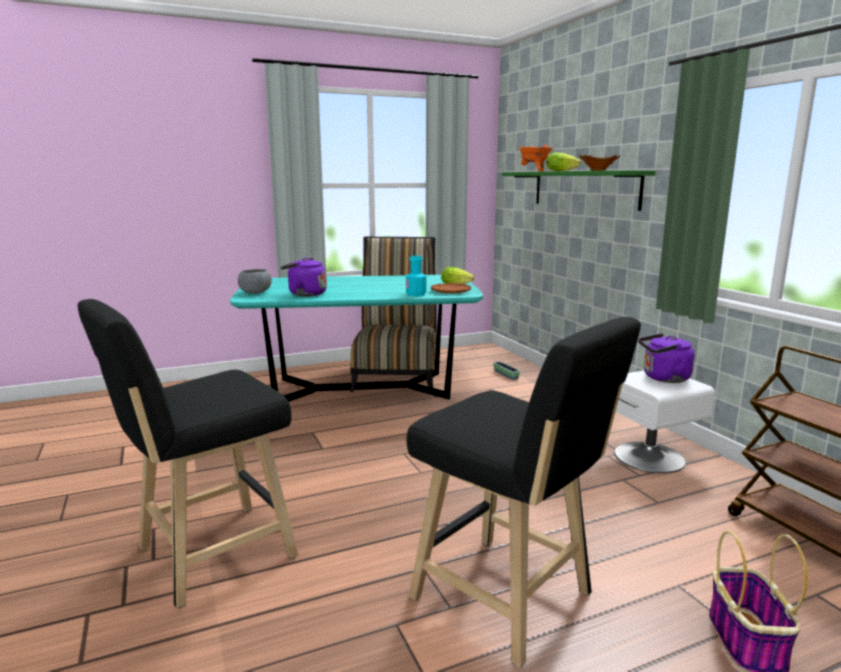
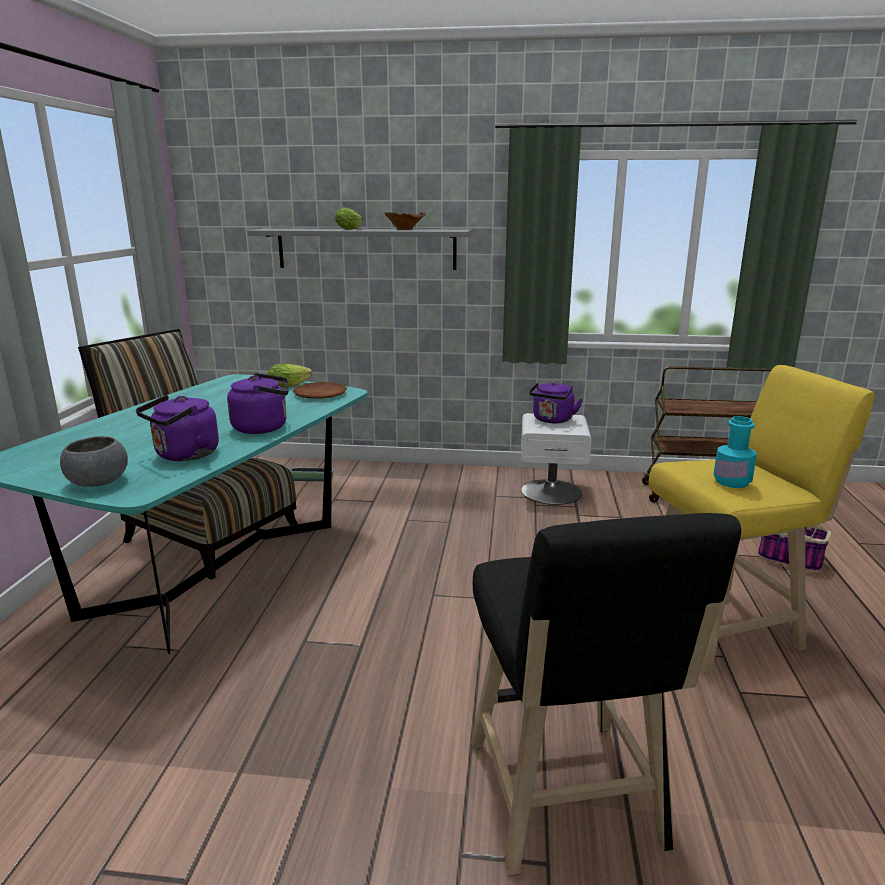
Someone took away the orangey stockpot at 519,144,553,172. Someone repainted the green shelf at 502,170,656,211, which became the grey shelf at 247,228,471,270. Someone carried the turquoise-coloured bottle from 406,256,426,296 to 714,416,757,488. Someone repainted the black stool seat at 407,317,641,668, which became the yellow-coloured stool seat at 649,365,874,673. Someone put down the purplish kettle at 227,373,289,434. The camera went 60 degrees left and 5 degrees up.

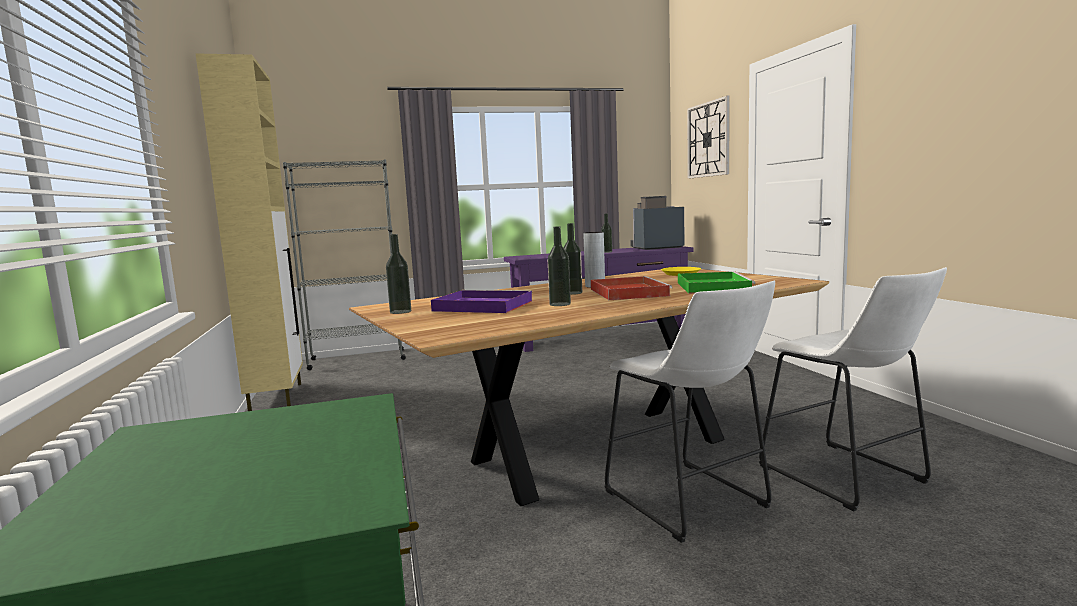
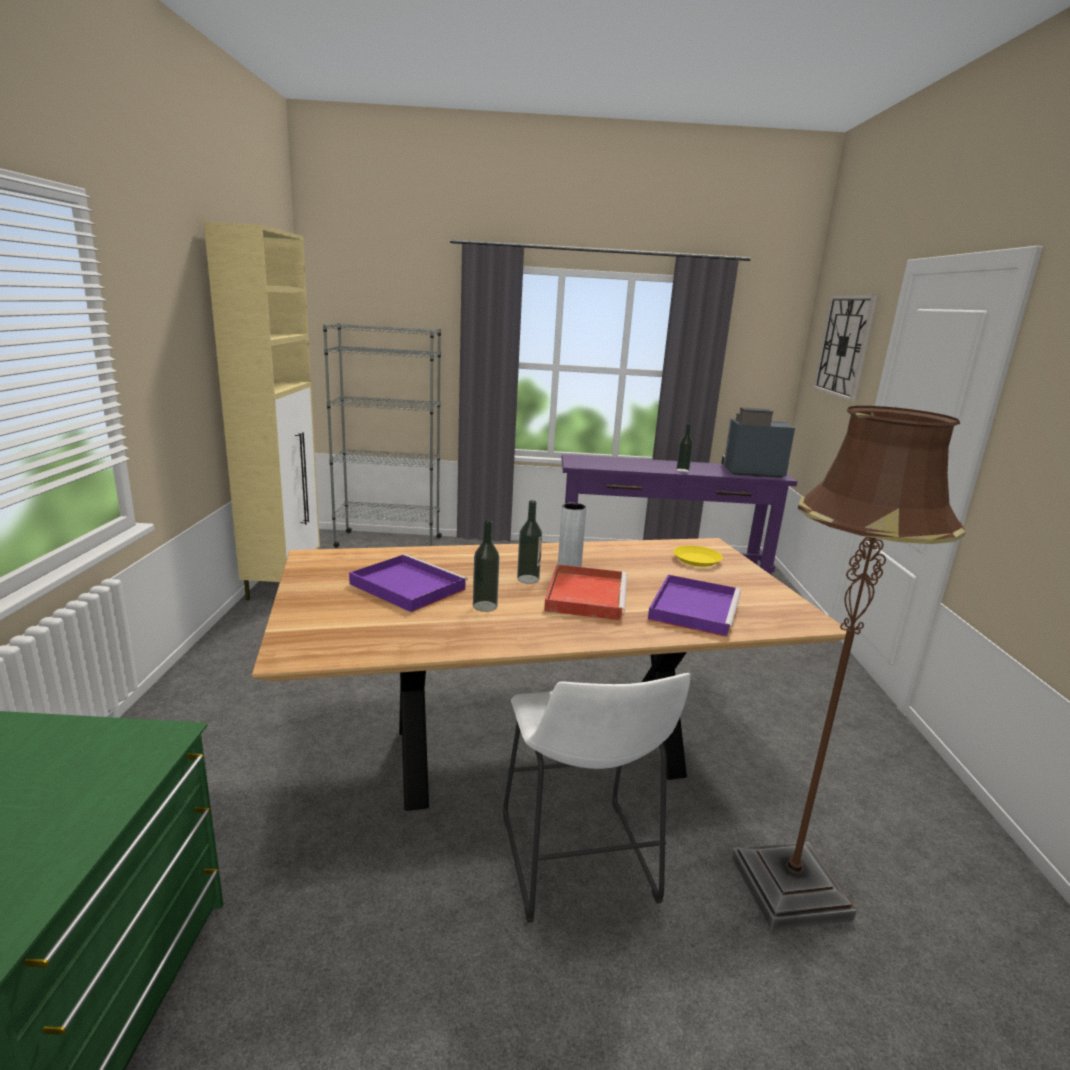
Someone took away the bottle at 386,234,411,314. Someone swapped the whitish stool seat at 759,267,947,512 for the brown standing lamp at 731,406,966,930. Someone repainted the green serving tray at 678,271,755,294, which became the purplish serving tray at 648,575,741,637. The camera went 15 degrees right and 10 degrees up.

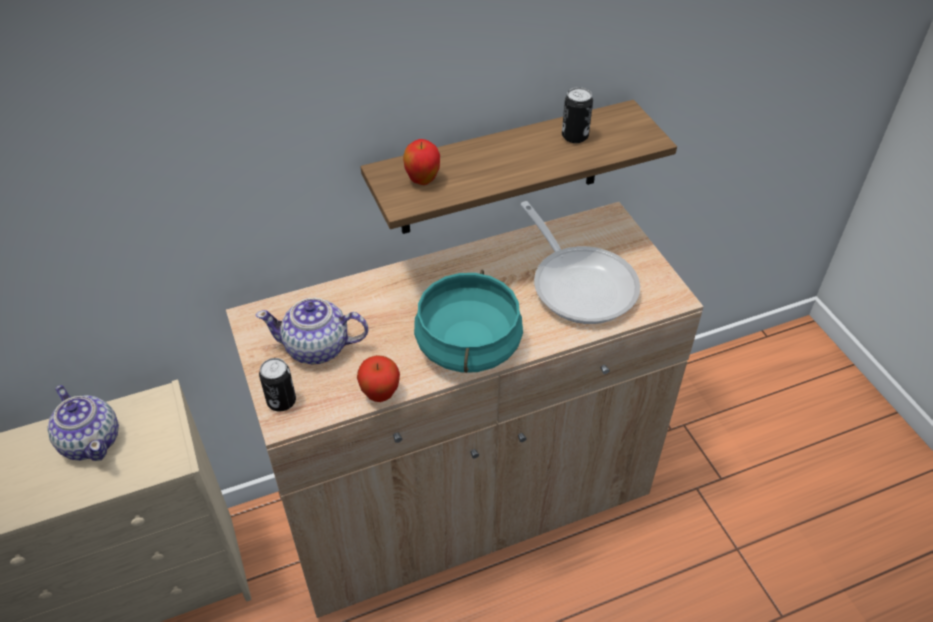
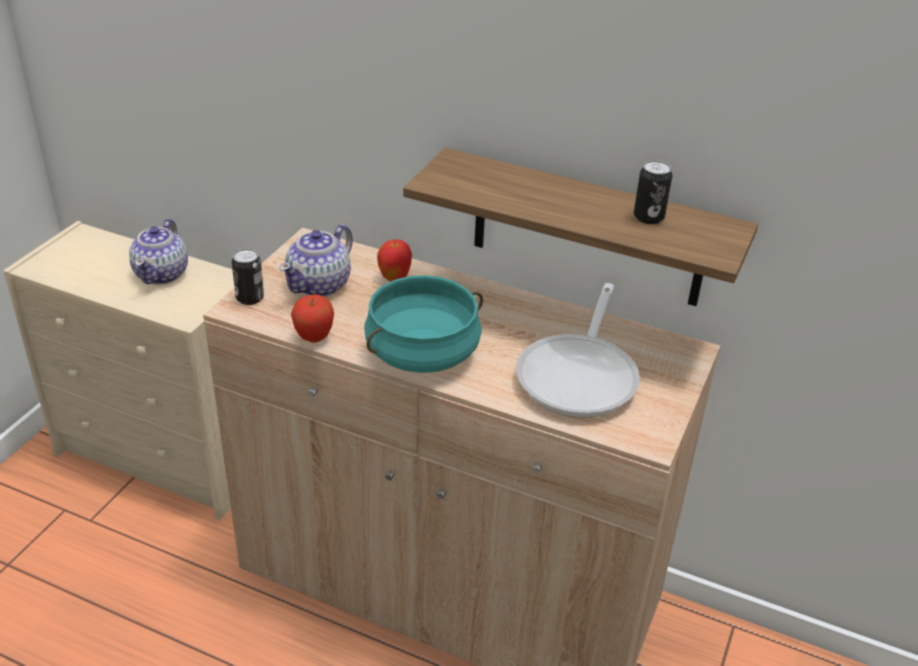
Someone carried the apple from 403,139,440,185 to 377,239,412,282. Someone rotated the tea pot at 256,298,368,364 by 105 degrees counterclockwise. The camera went 45 degrees right and 10 degrees down.

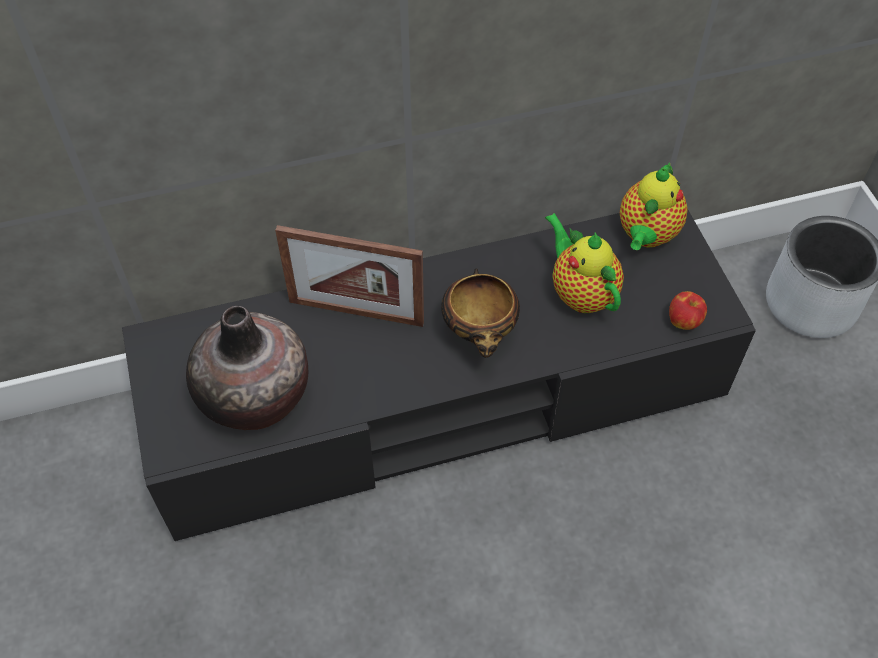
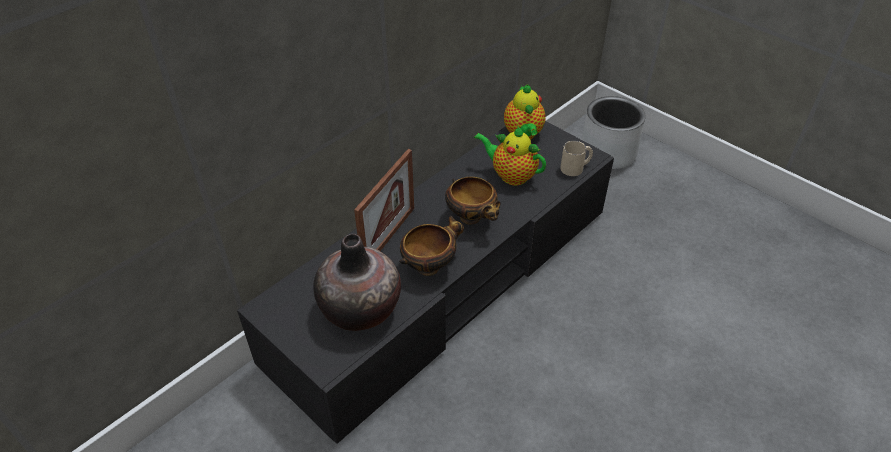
Someone rotated the photo frame at 275,225,424,327 by 45 degrees counterclockwise. Someone swapped the apple at 669,291,707,330 for the sand-coloured tea mug at 560,141,593,176. Someone put down the serving bowl at 399,215,464,276. The camera went 30 degrees left and 10 degrees down.

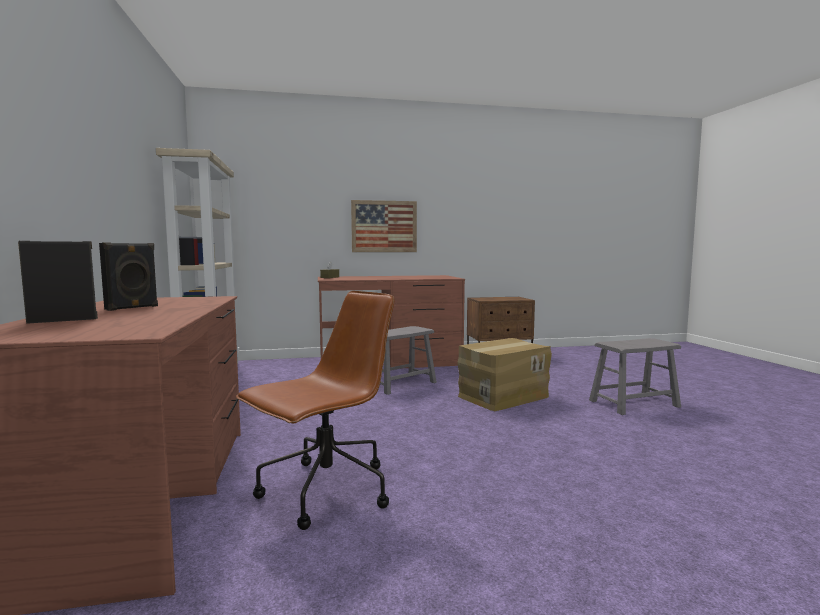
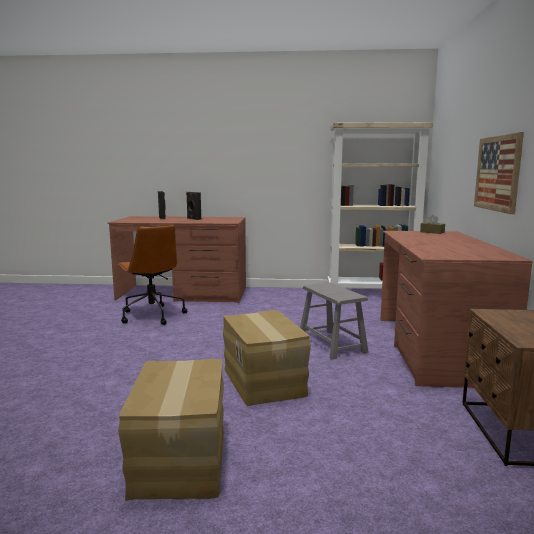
Someone swapped the grey stool seat at 589,338,681,415 for the carton at 118,359,224,501. The camera went 105 degrees right and 5 degrees up.

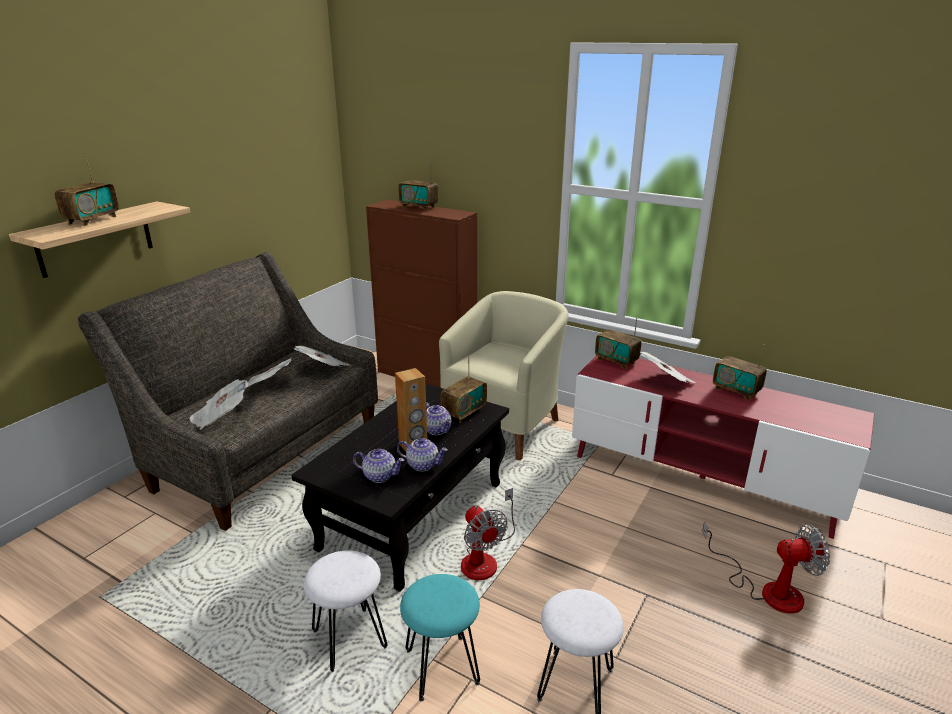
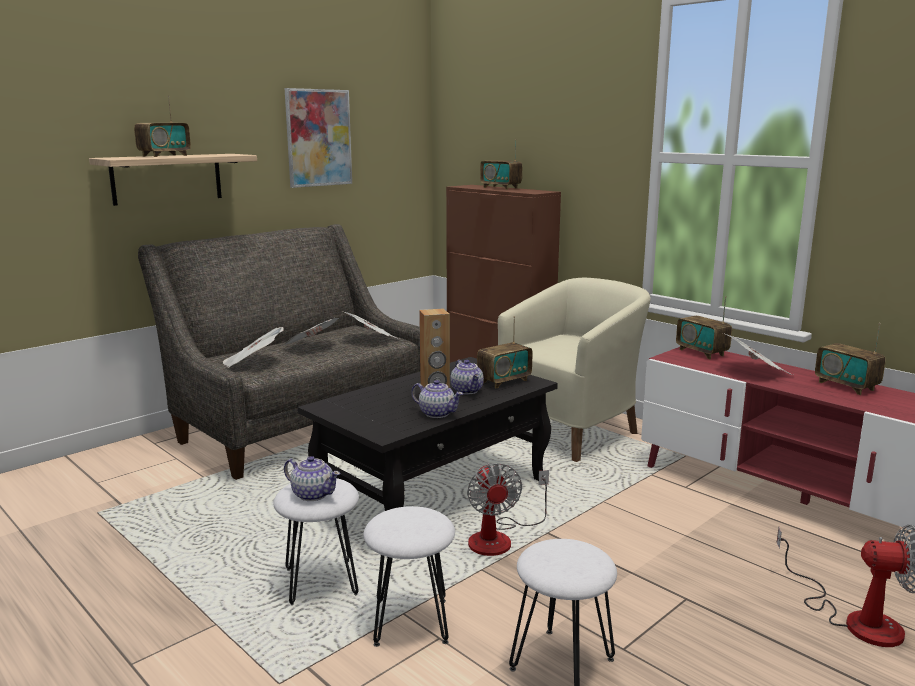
Someone carried the tea pot from 353,449,405,483 to 284,456,340,501. Someone repainted the turquoise-coloured stool seat at 400,574,480,702, which became the whitish stool seat at 363,506,455,647. Someone put up the picture at 284,88,352,188. The camera went 15 degrees right and 10 degrees down.

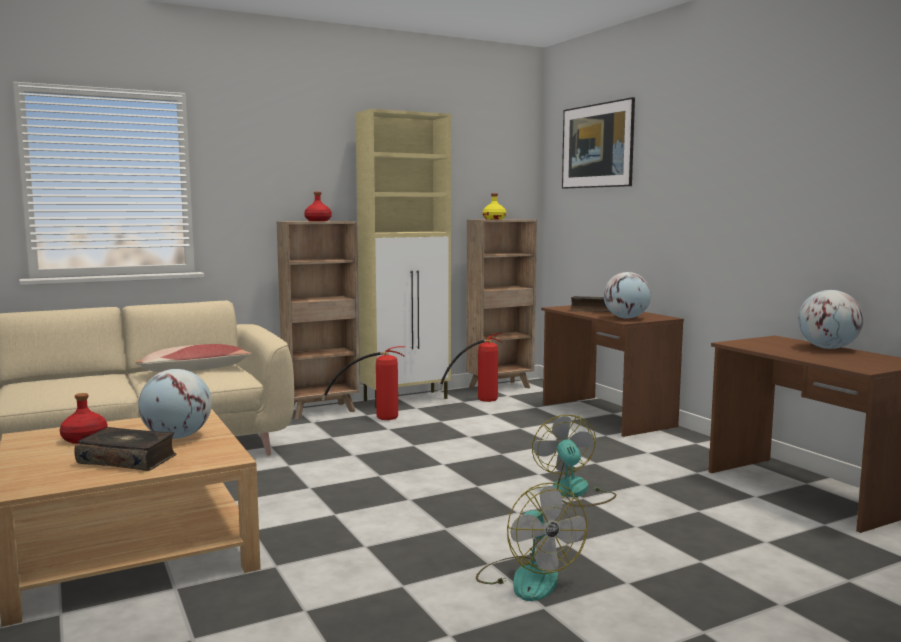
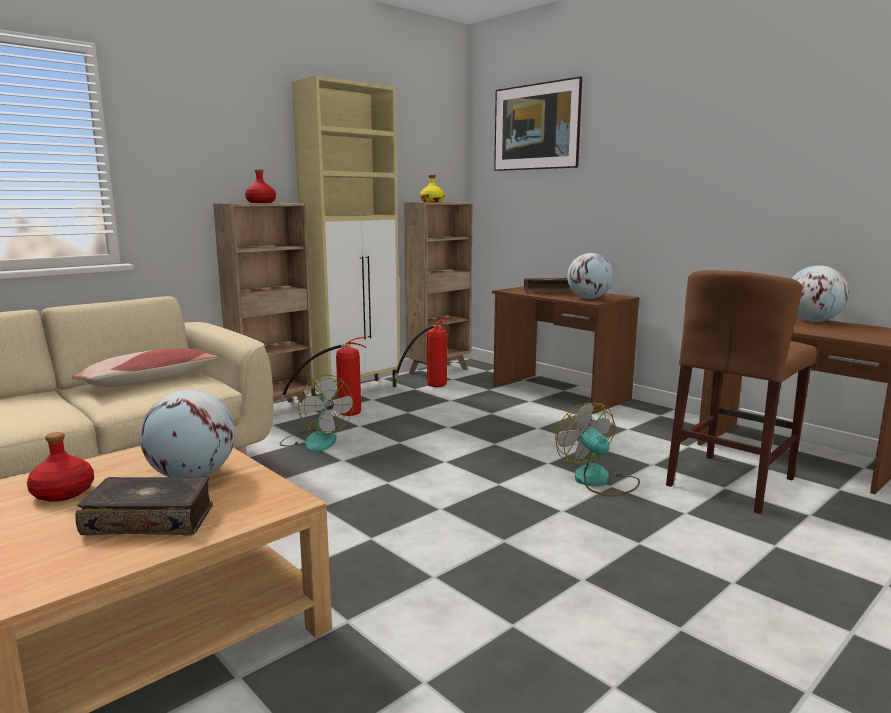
Someone carried the fan from 476,483,587,601 to 280,375,353,452. Someone put down the brown stool seat at 666,270,817,514. The camera went 15 degrees left and 5 degrees up.

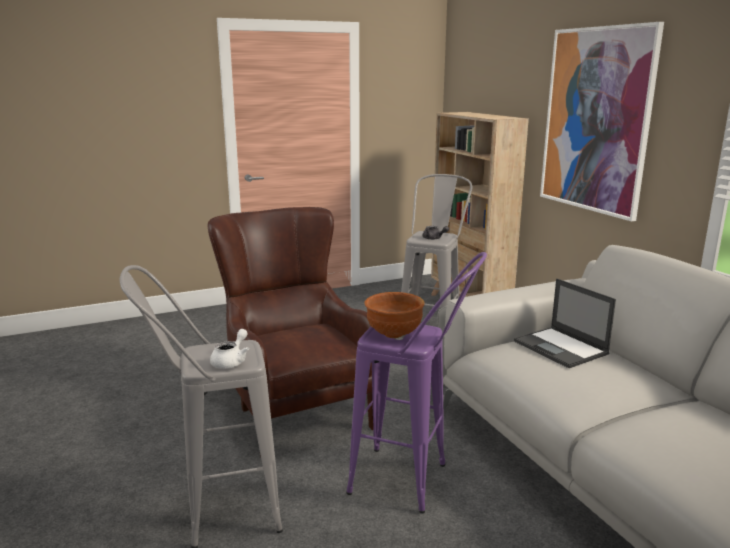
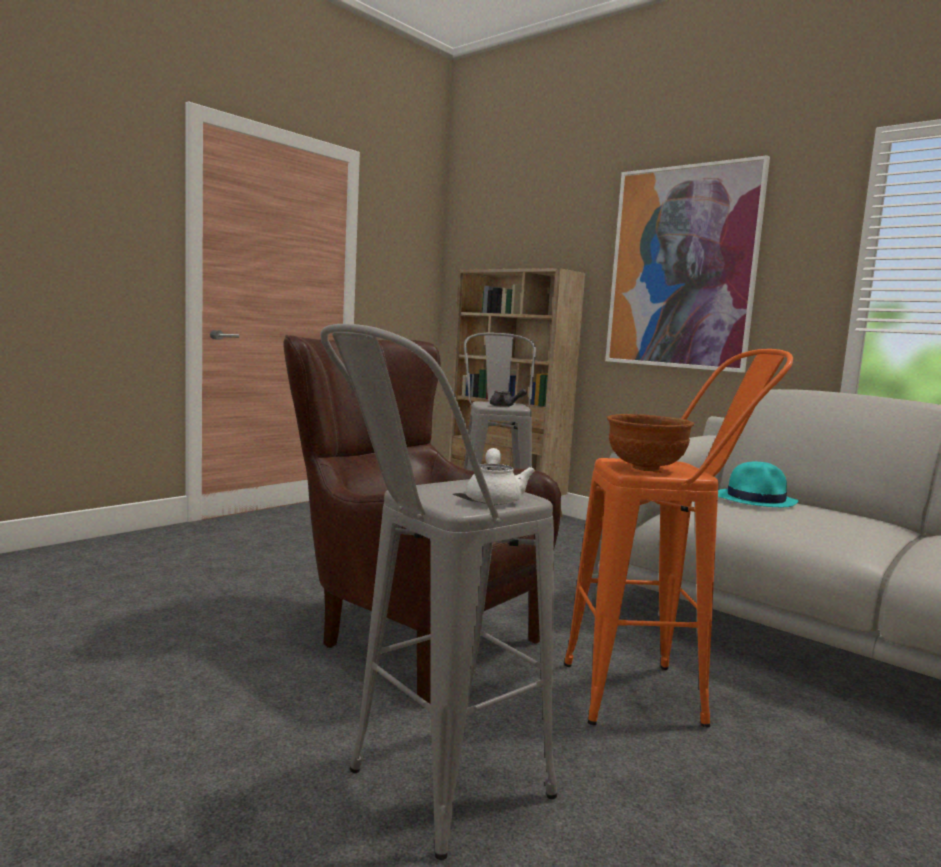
Someone repainted the purplish stool seat at 346,252,487,513, which became the orangey stool seat at 564,349,793,728. Someone swapped the laptop at 514,278,616,368 for the turquoise-coloured clothing hat at 718,462,798,507. The camera went 25 degrees left and 10 degrees down.

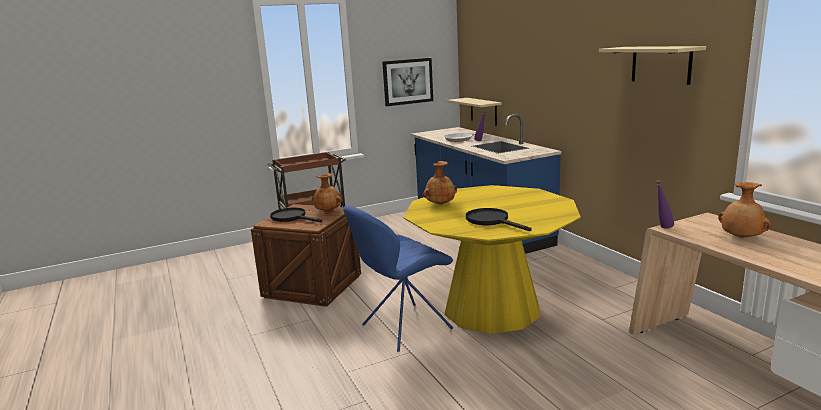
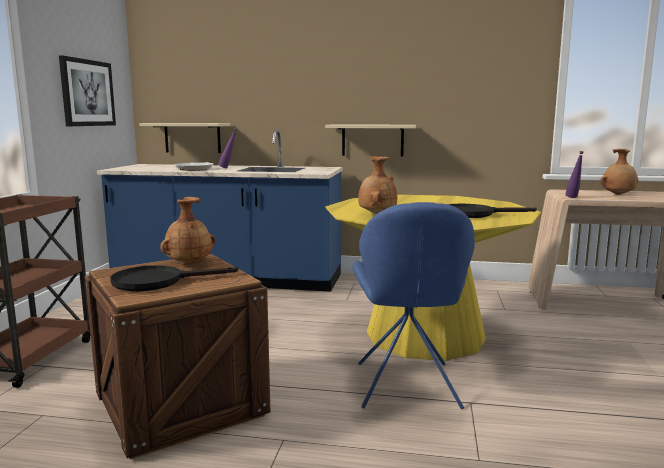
Someone carried the sand-coloured shelf from 599,46,706,85 to 325,125,416,156. The camera went 55 degrees left and 5 degrees down.

